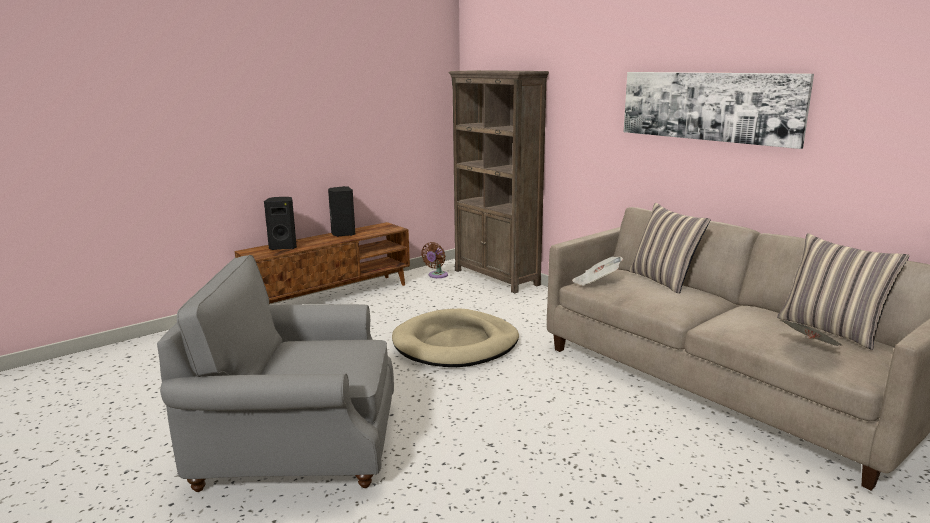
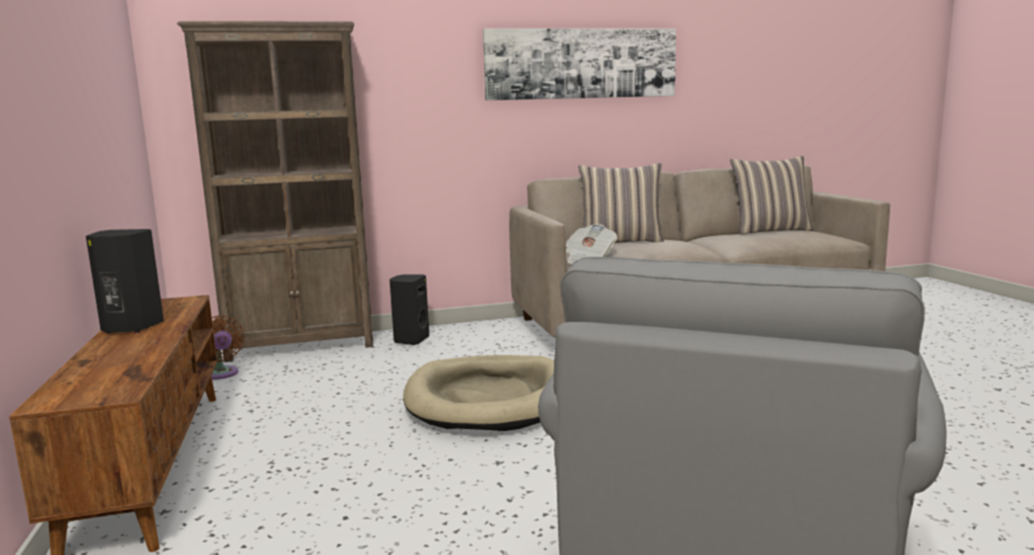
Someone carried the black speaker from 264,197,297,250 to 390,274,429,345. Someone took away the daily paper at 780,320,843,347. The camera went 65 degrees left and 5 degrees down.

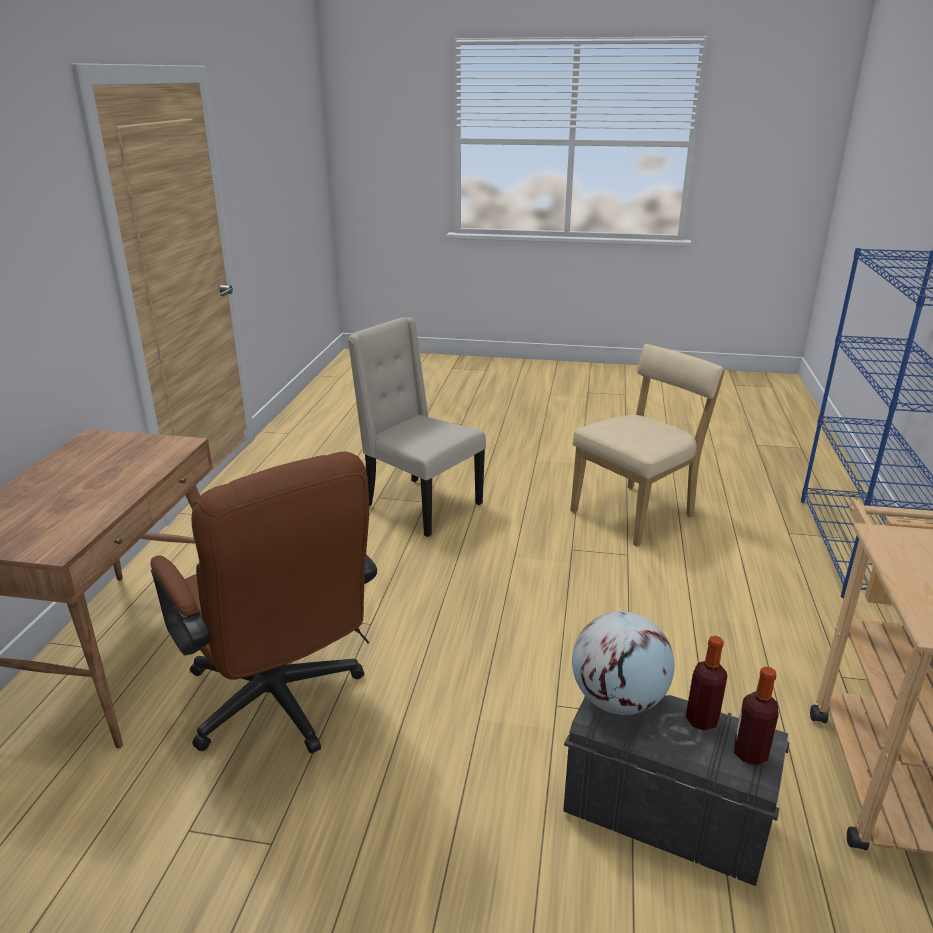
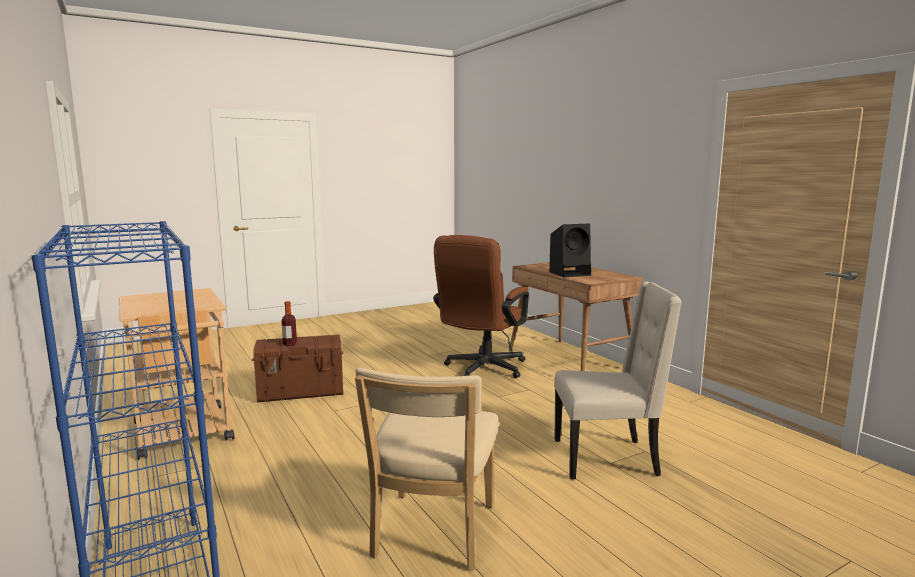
Someone rotated the brown computer chair at 151,452,377,754 by 75 degrees counterclockwise. Someone took away the world globe at 572,611,674,715. Someone took away the bottle at 734,666,779,766. Someone repainted the grey storage box at 563,695,790,886, which became the brown storage box at 252,334,343,402. Someone put down the black speaker at 549,224,591,277. The camera went 140 degrees right and 15 degrees down.

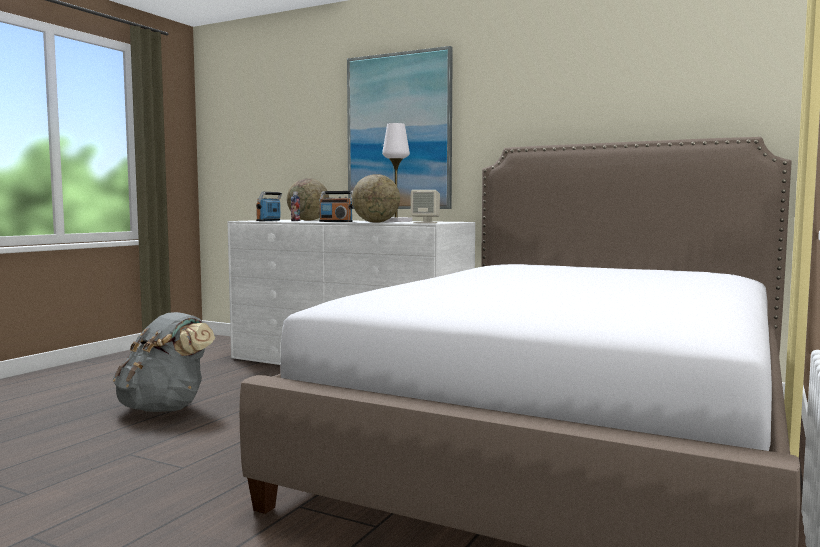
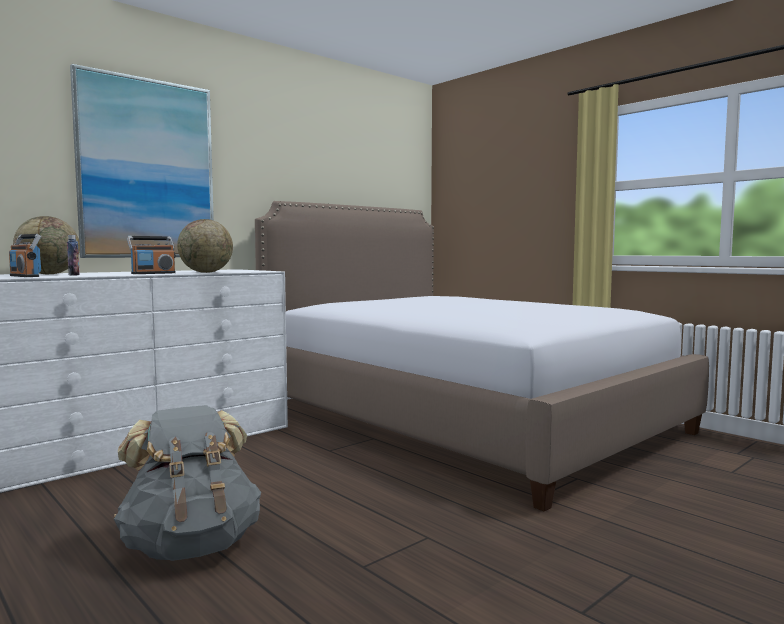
Someone took away the whitish table lamp at 382,123,412,222. Someone took away the sand-coloured speaker at 411,190,440,223. The camera went 70 degrees left and 0 degrees up.

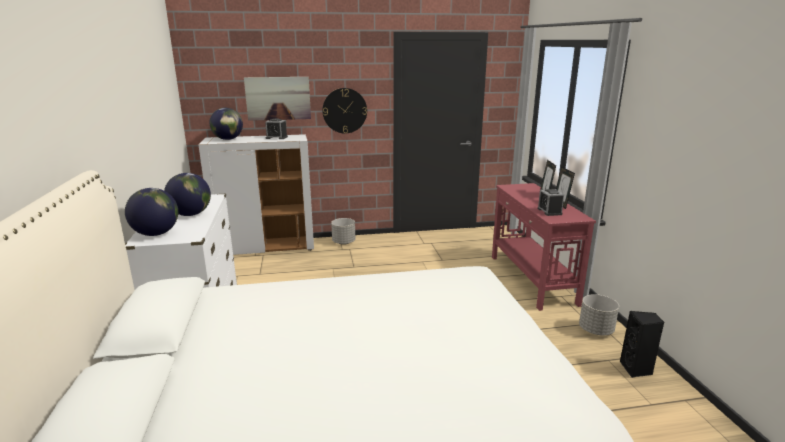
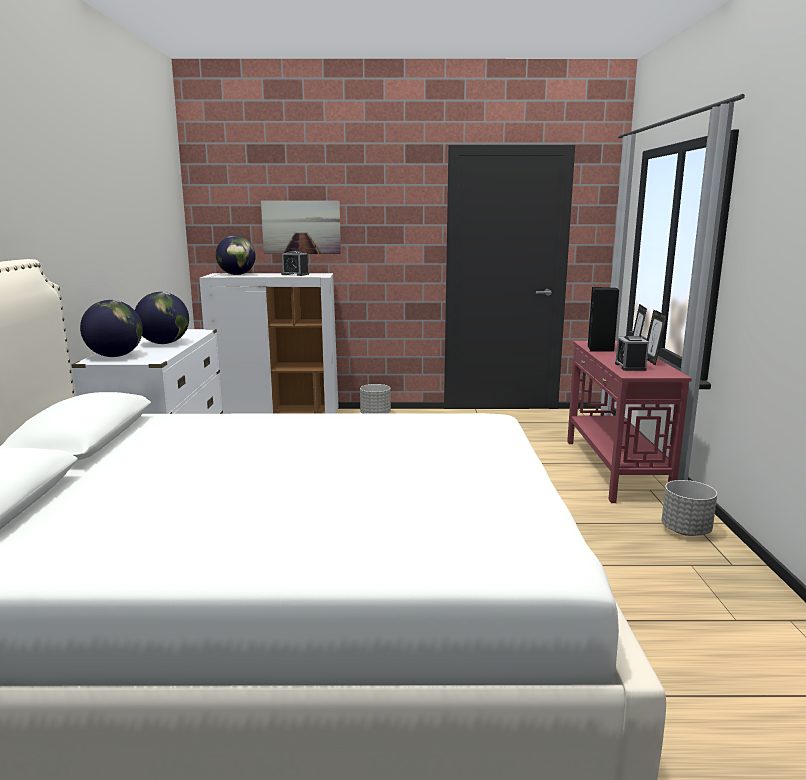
Someone took away the wall clock at 322,88,367,134. Someone carried the black speaker from 620,311,664,378 to 588,287,619,352. The camera went 10 degrees right and 5 degrees down.

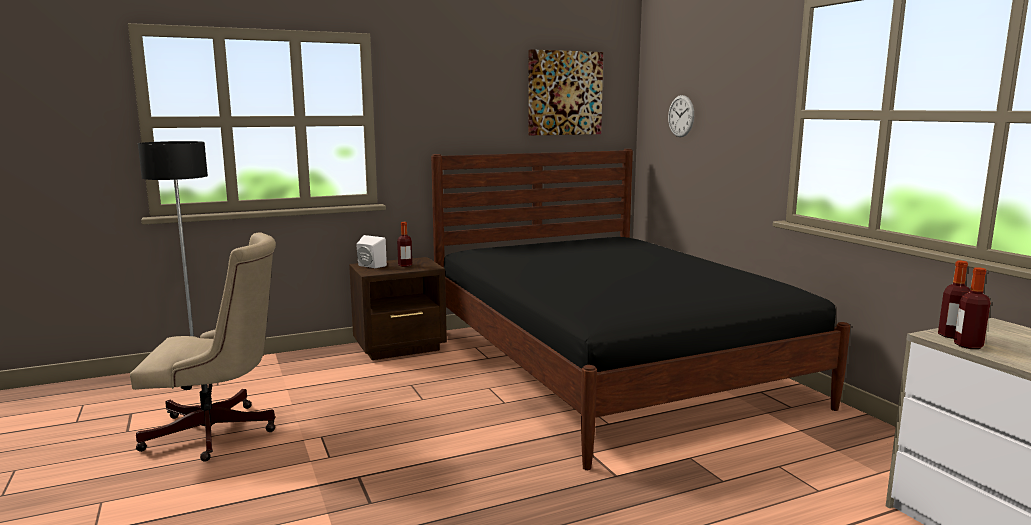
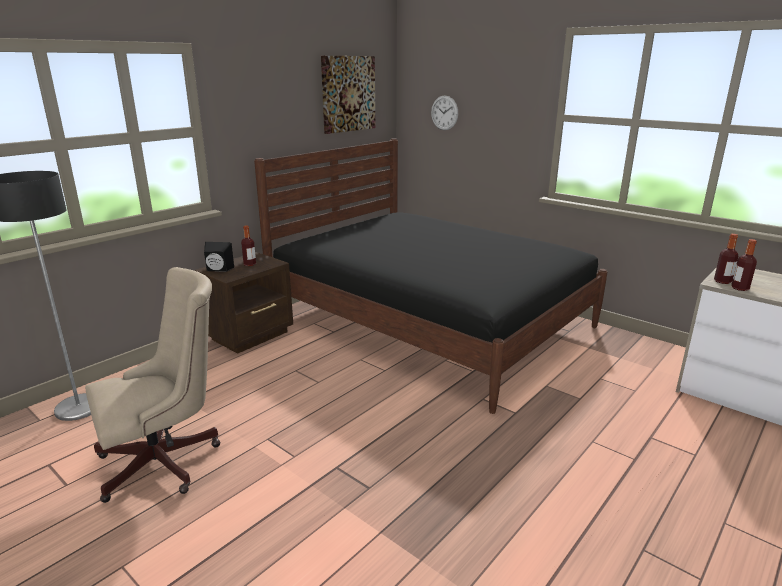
Someone repainted the whitish speaker at 356,235,387,268, which became the black speaker at 204,242,234,272. The camera went 25 degrees left and 10 degrees up.

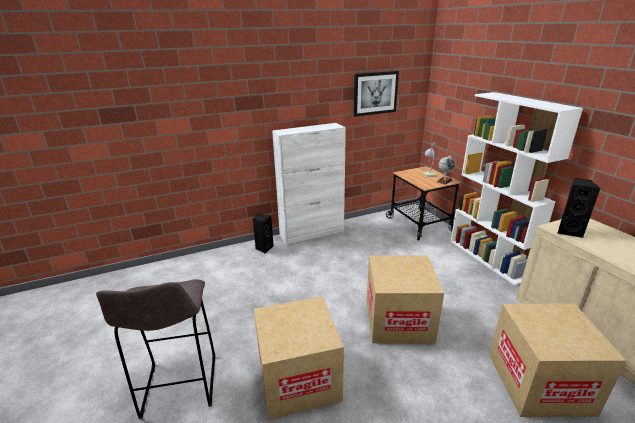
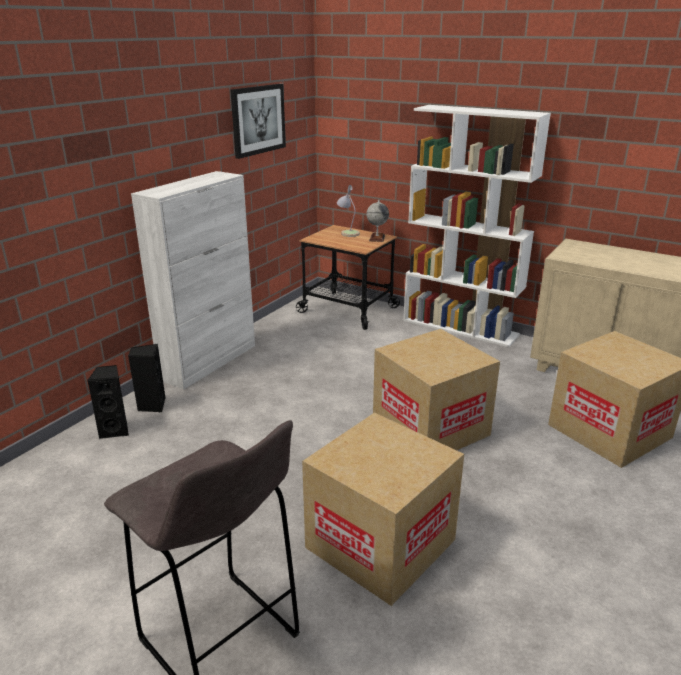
Someone carried the black speaker from 557,178,601,238 to 87,365,129,439. The camera went 35 degrees left and 0 degrees up.

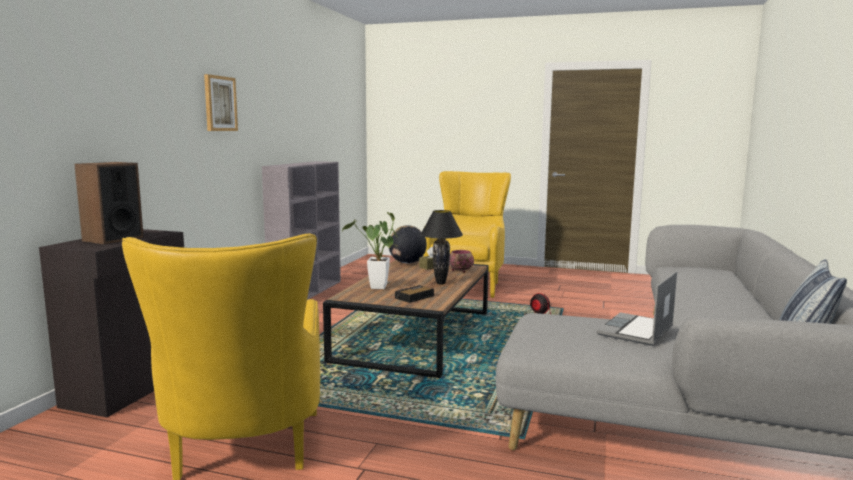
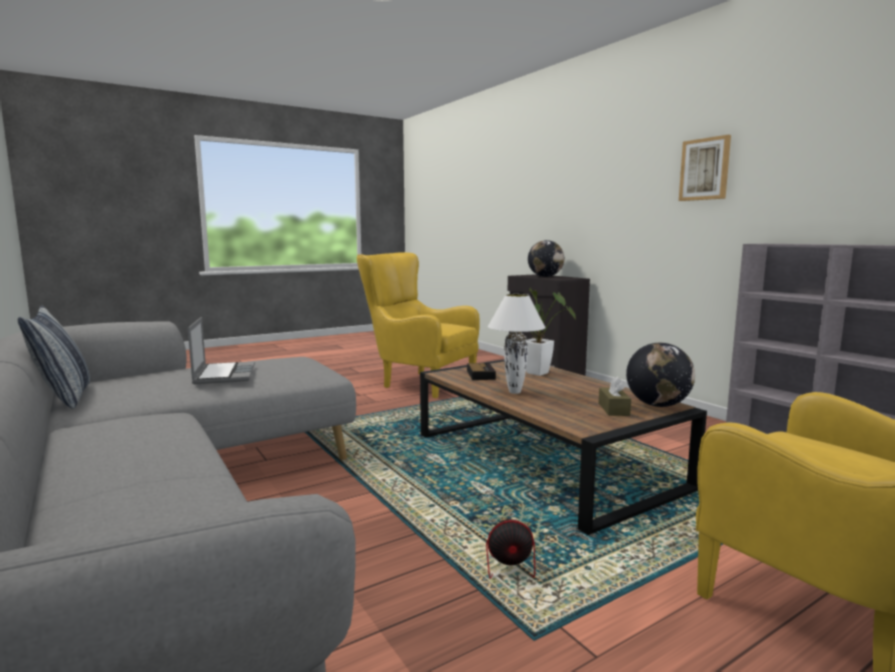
Someone swapped the speaker at 74,162,144,244 for the world globe at 528,240,564,277. Someone repainted the black table lamp at 420,210,463,285, which became the whitish table lamp at 488,294,546,394. Someone took away the serving bowl at 449,250,474,273. The camera went 130 degrees right and 0 degrees up.

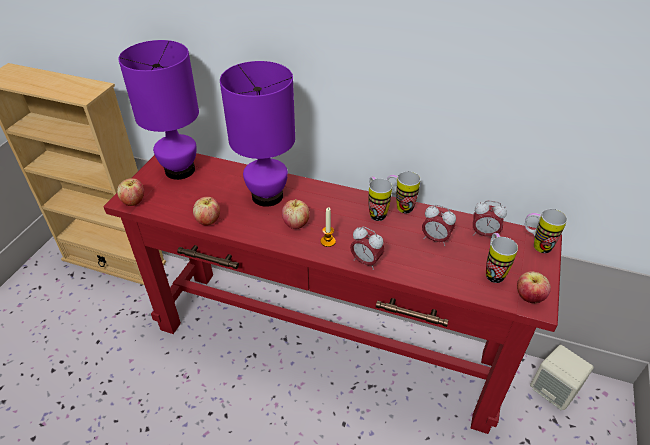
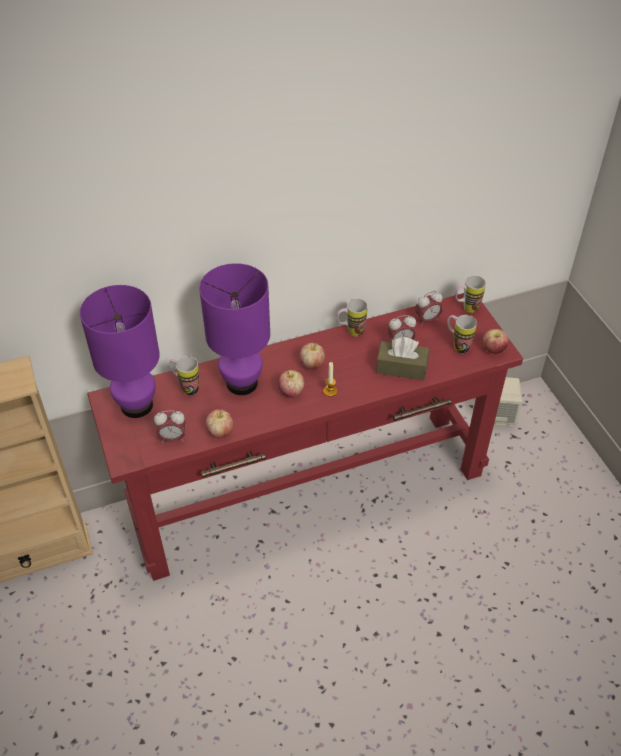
Someone carried the tea mug from 368,177,392,221 to 169,356,199,396. Someone carried the apple from 117,178,144,206 to 300,343,325,370. Someone carried the alarm clock from 350,227,384,270 to 154,410,185,443. Someone put down the brown box of tissues at 376,337,429,380. The camera went 40 degrees left and 5 degrees up.

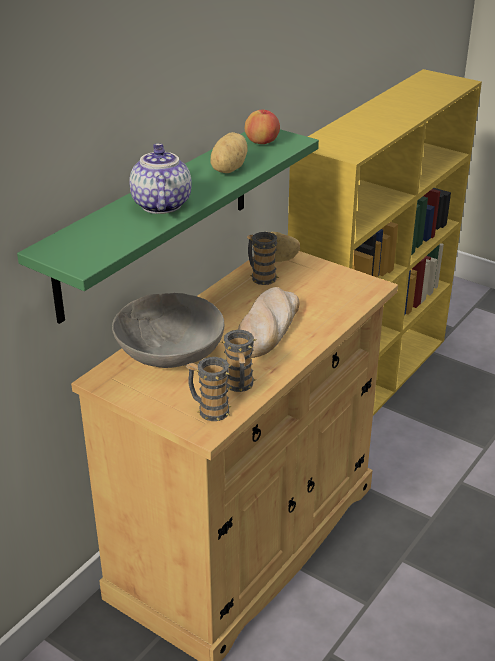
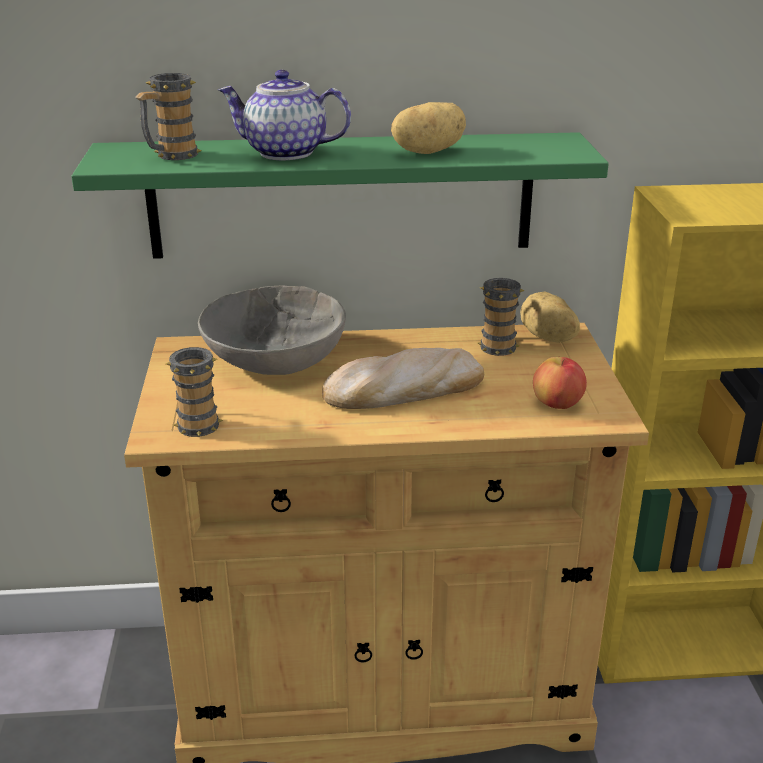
Someone carried the apple from 245,109,280,144 to 533,357,587,409. Someone rotated the tea pot at 129,144,192,214 by 120 degrees counterclockwise. Someone carried the tea mug from 221,330,256,392 to 136,73,202,160. The camera went 50 degrees right and 5 degrees down.

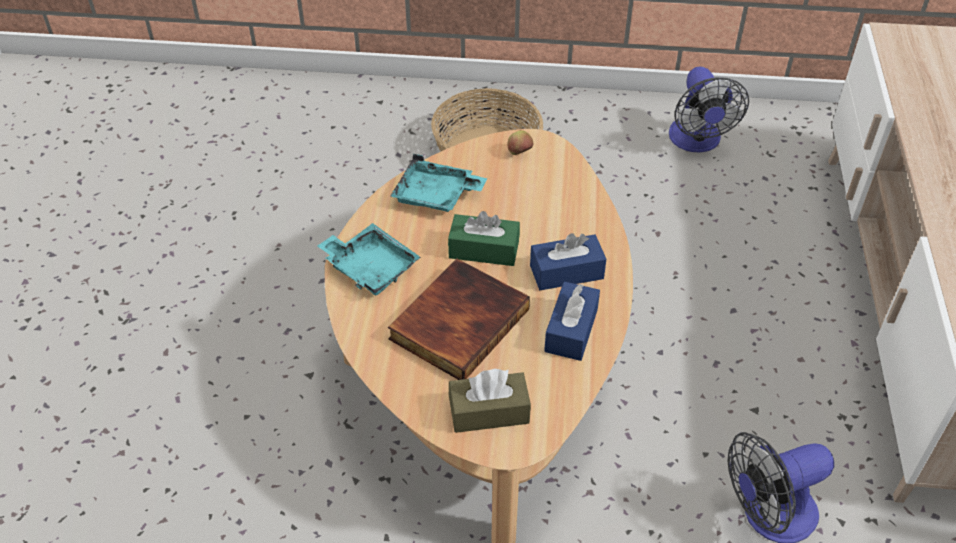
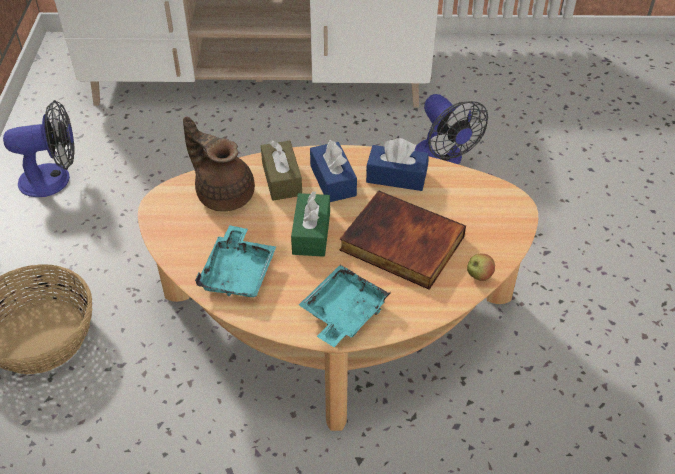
Someone carried the apple from 508,130,533,155 to 467,254,495,281. Someone carried the brown box of tissues from 449,369,531,433 to 261,140,302,201. Someone put down the brown tea pot at 183,117,255,211. The camera went 95 degrees left and 0 degrees up.

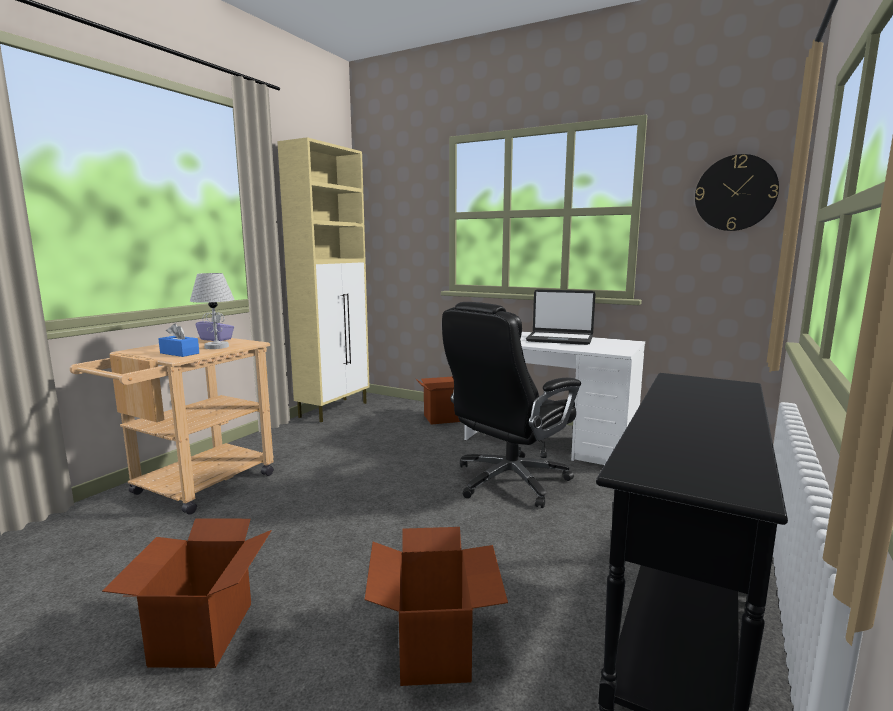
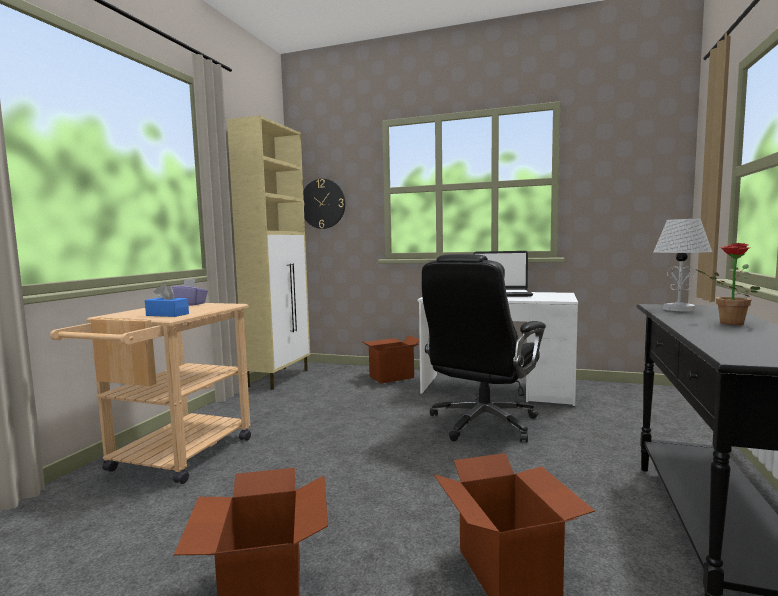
Someone carried the wall clock from 695,154,779,231 to 303,179,345,229. Someone carried the whitish table lamp from 190,273,235,349 to 654,219,712,311. Someone put down the houseplant at 696,243,760,325. The camera went 10 degrees left and 5 degrees down.

